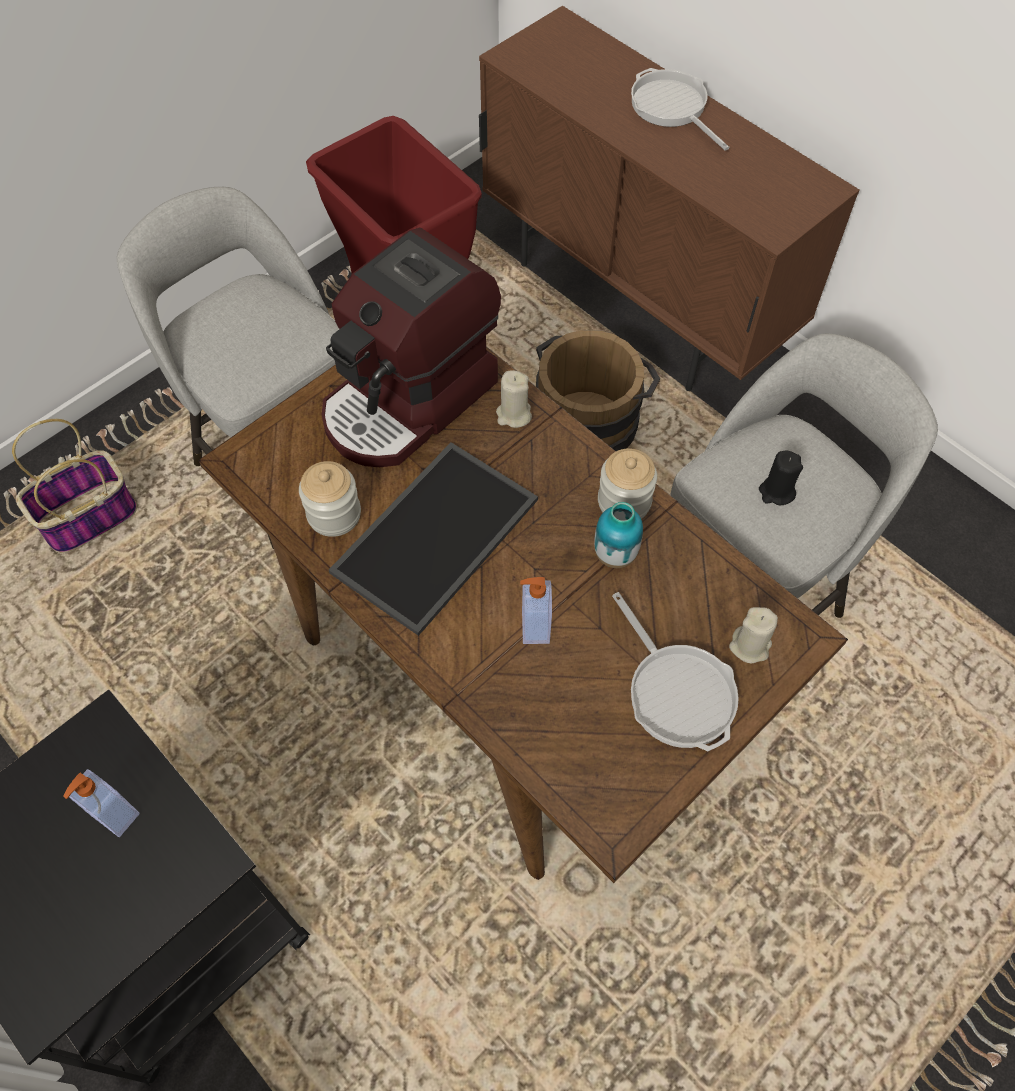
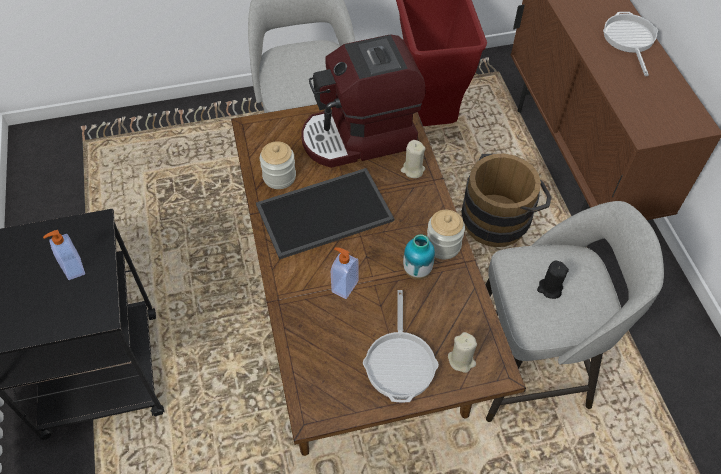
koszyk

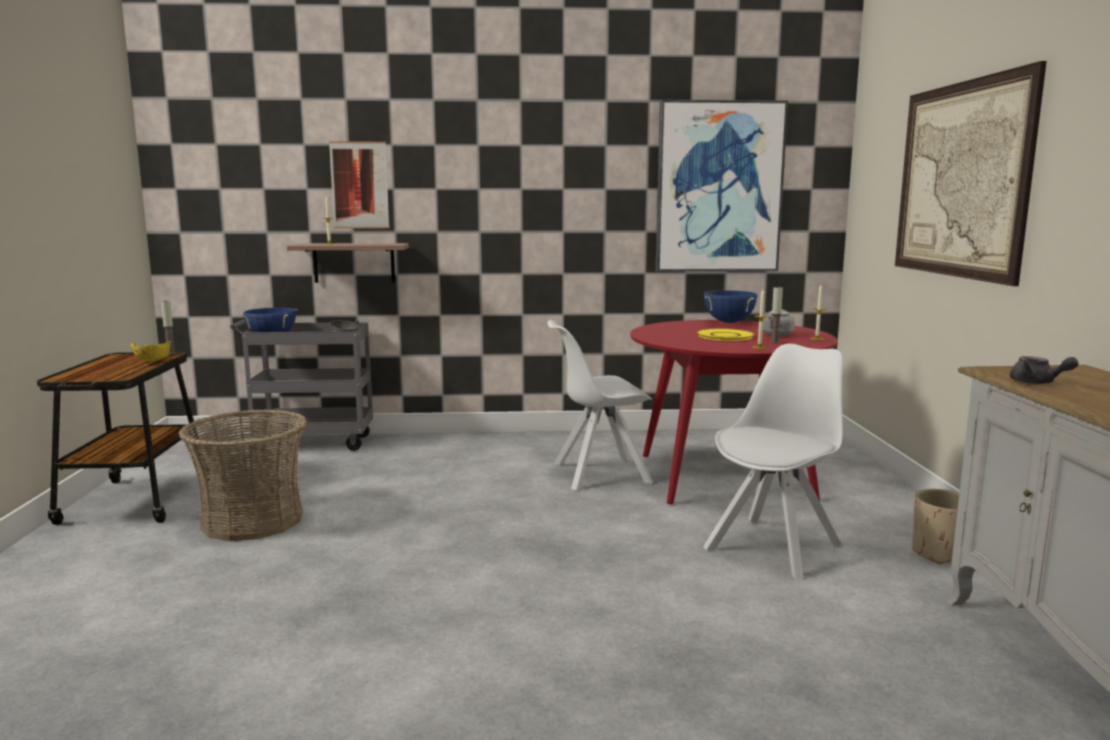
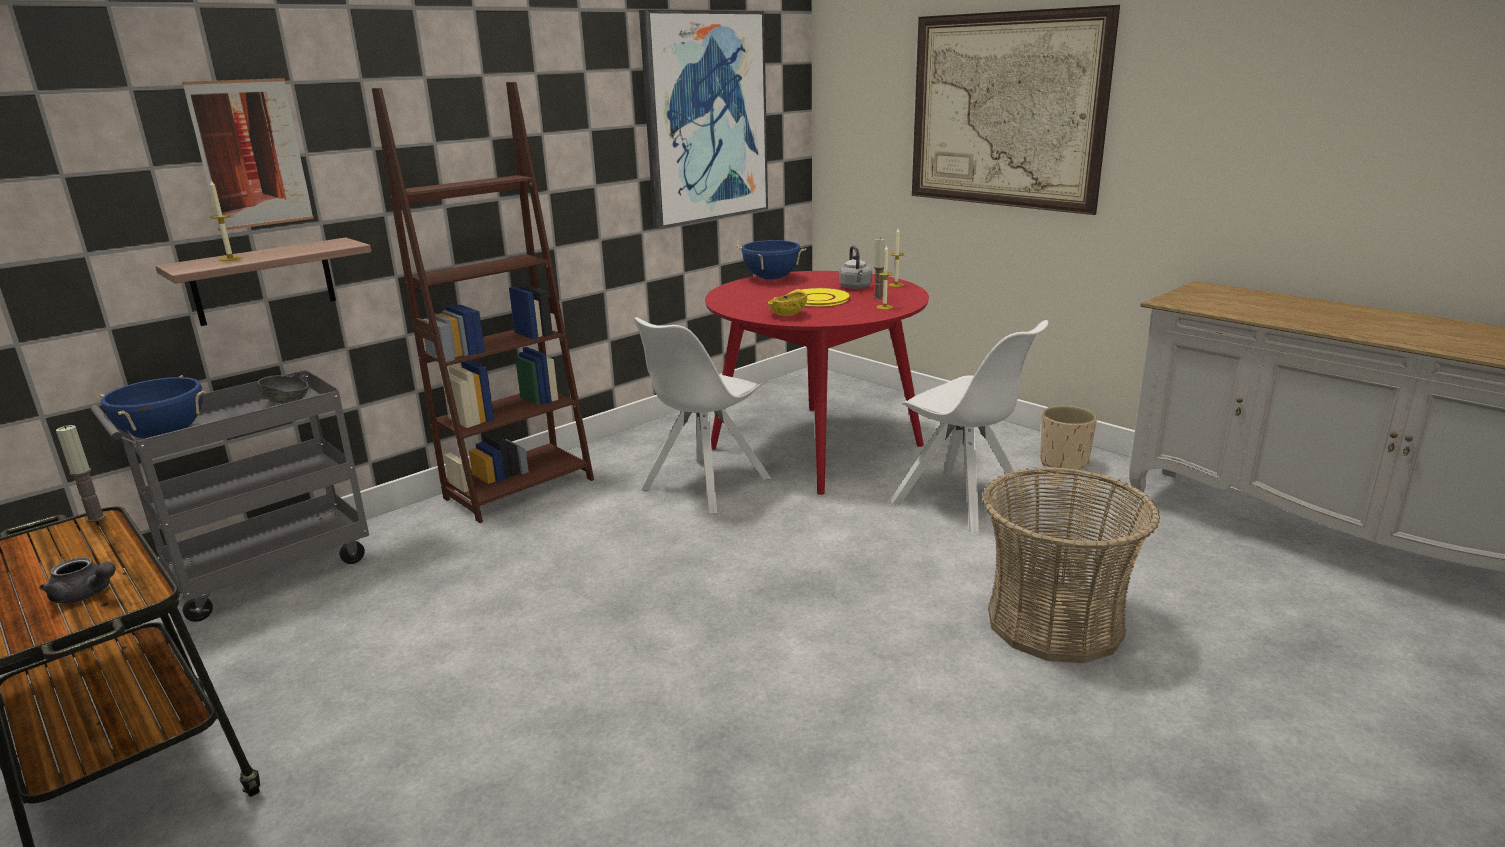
miska/żółty; koszyk; krzesło/biały (2nd from left); imbryk/szary; regał/brązowy

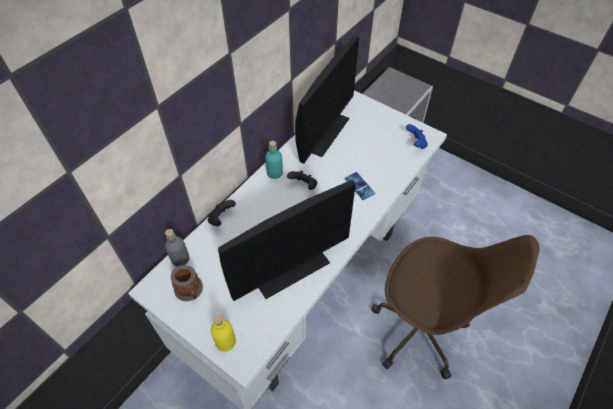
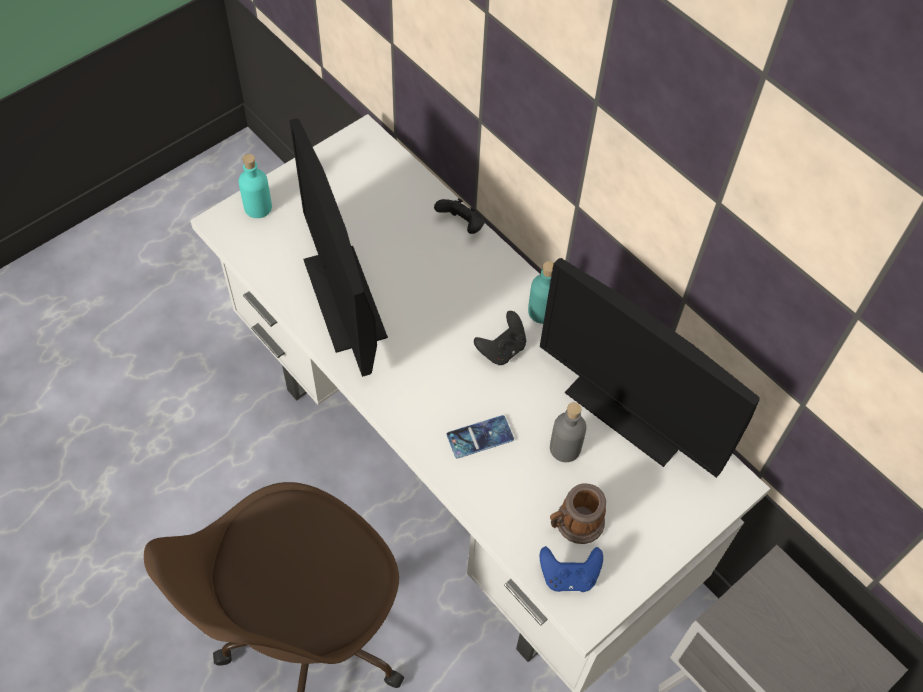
butelka/szary; kubek; butelka/turkusowy (1st from left)

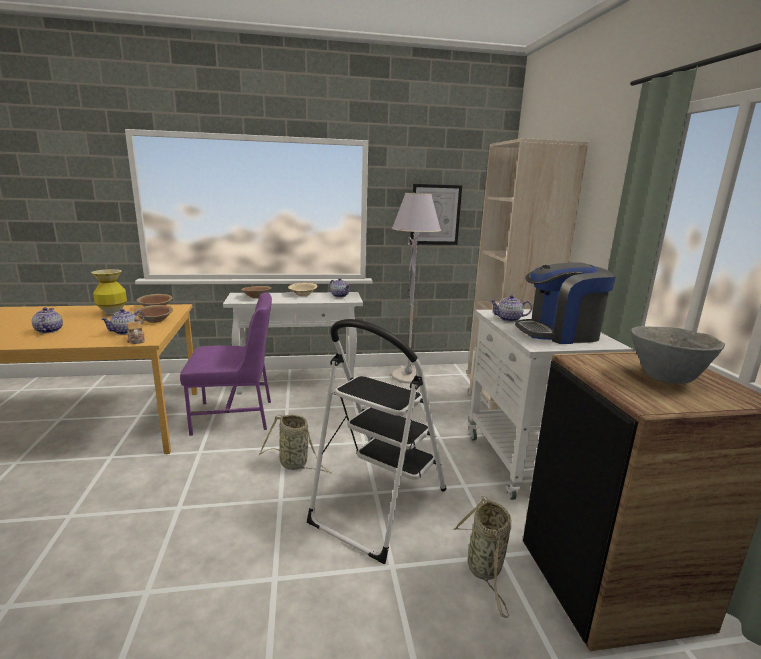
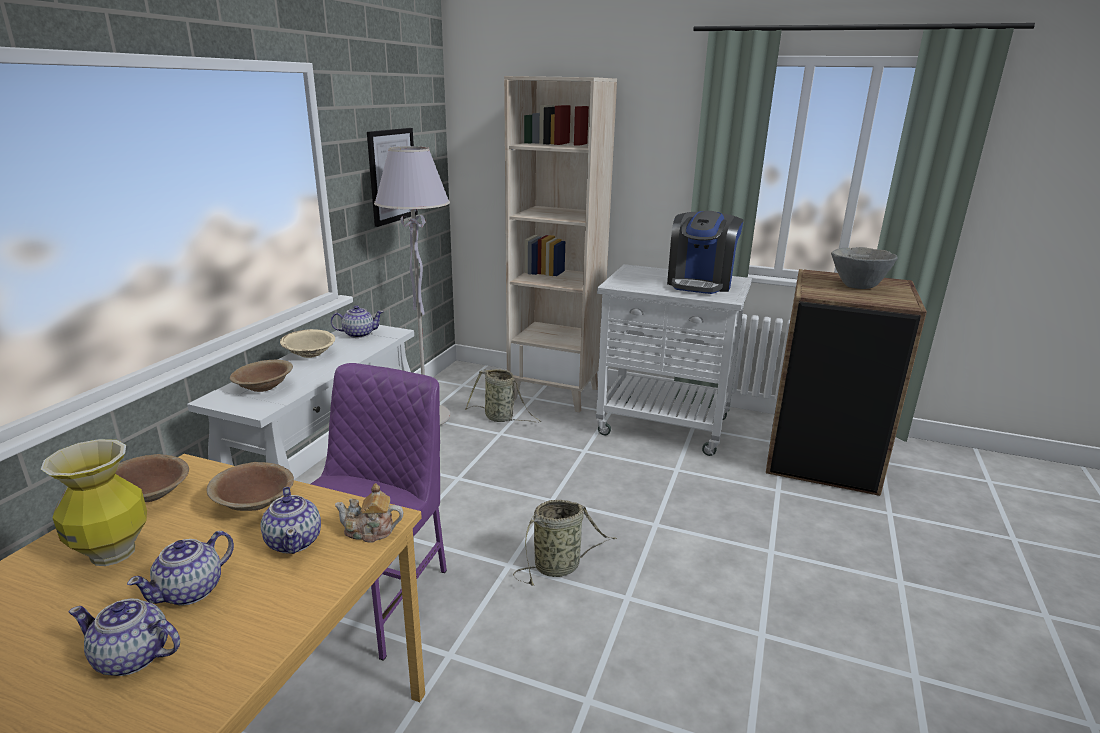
drabinka; koszyk (1st from left); imbryk (2nd from left)

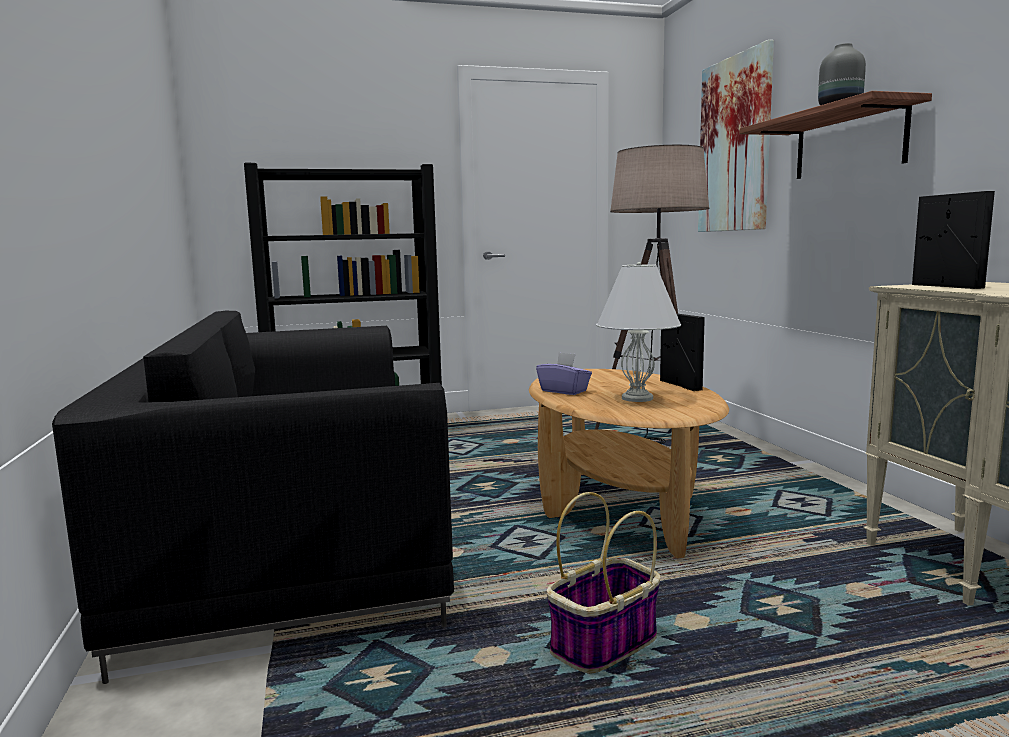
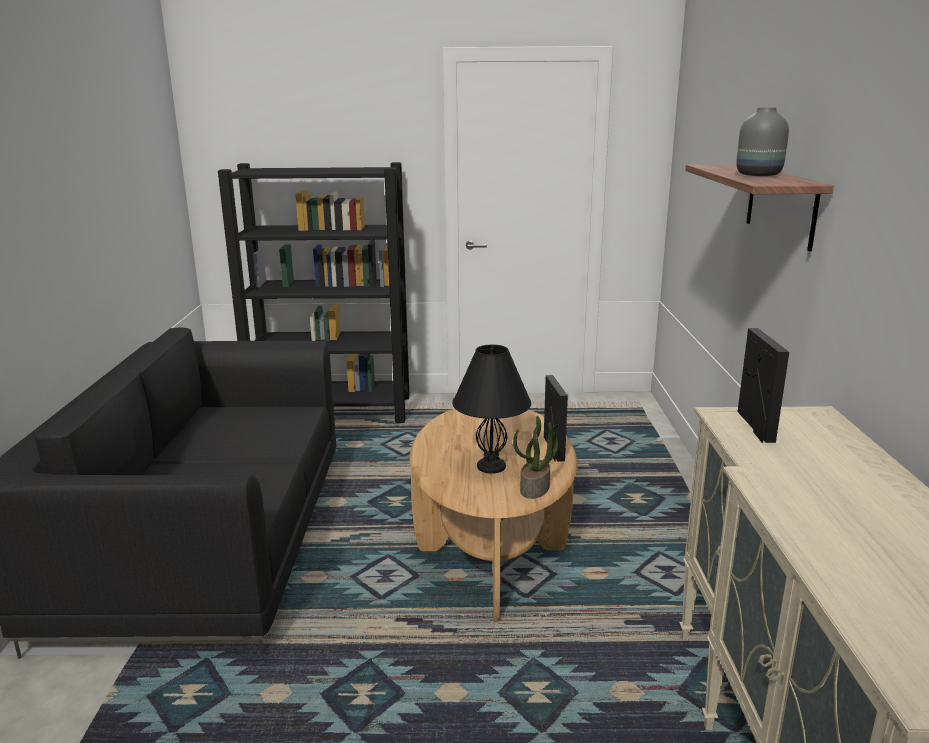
pudełko chusteczek/fioletowy; koszyk; lampa stojąca; lampa stołowa/czarny; obraz; roślina doniczkowa

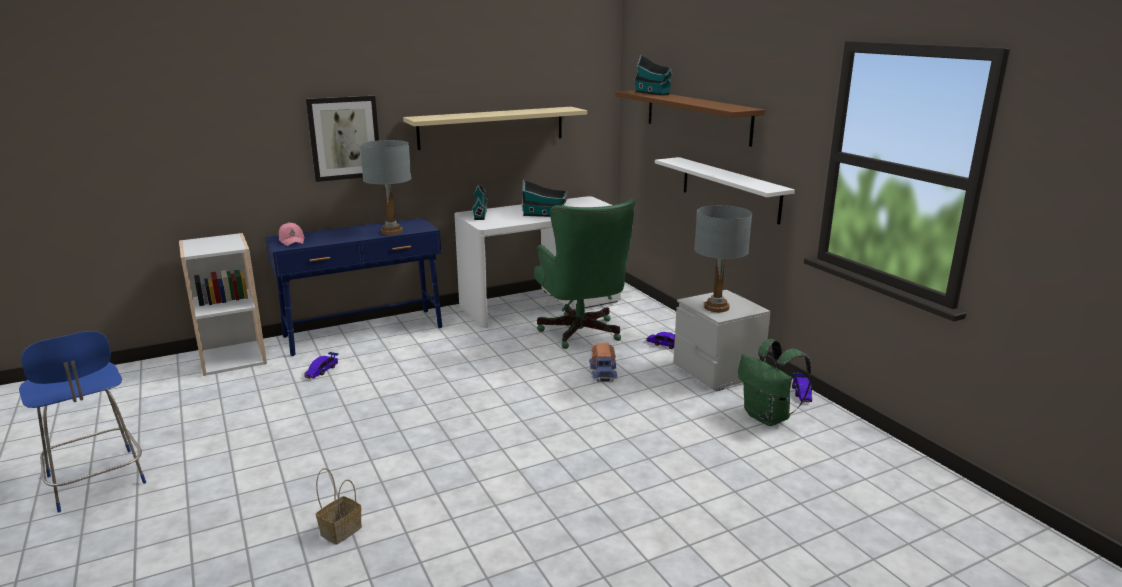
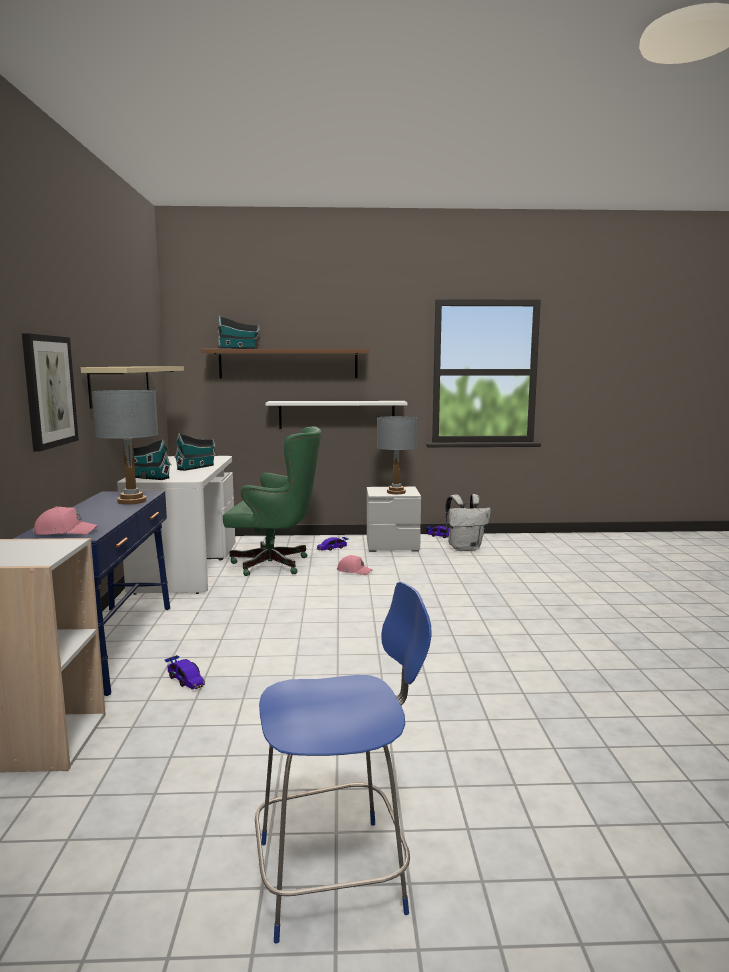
koszyk; czapka z daszkiem/różowy (2nd from left); plecak/biały

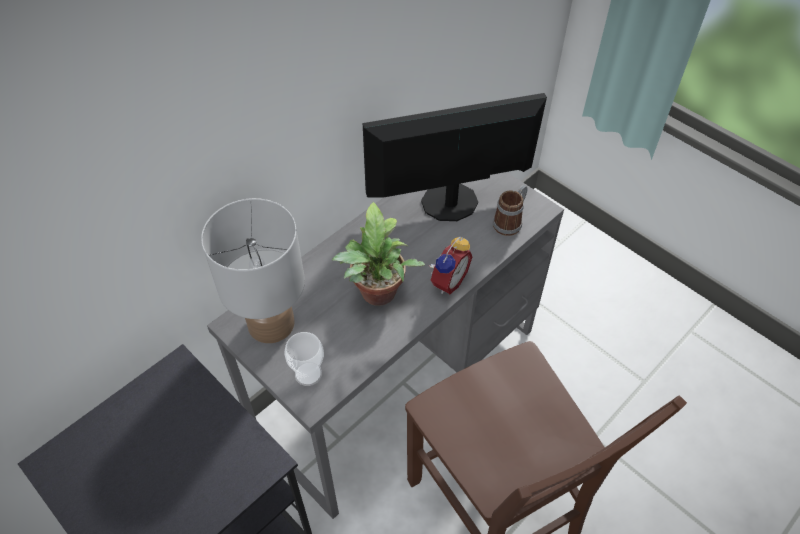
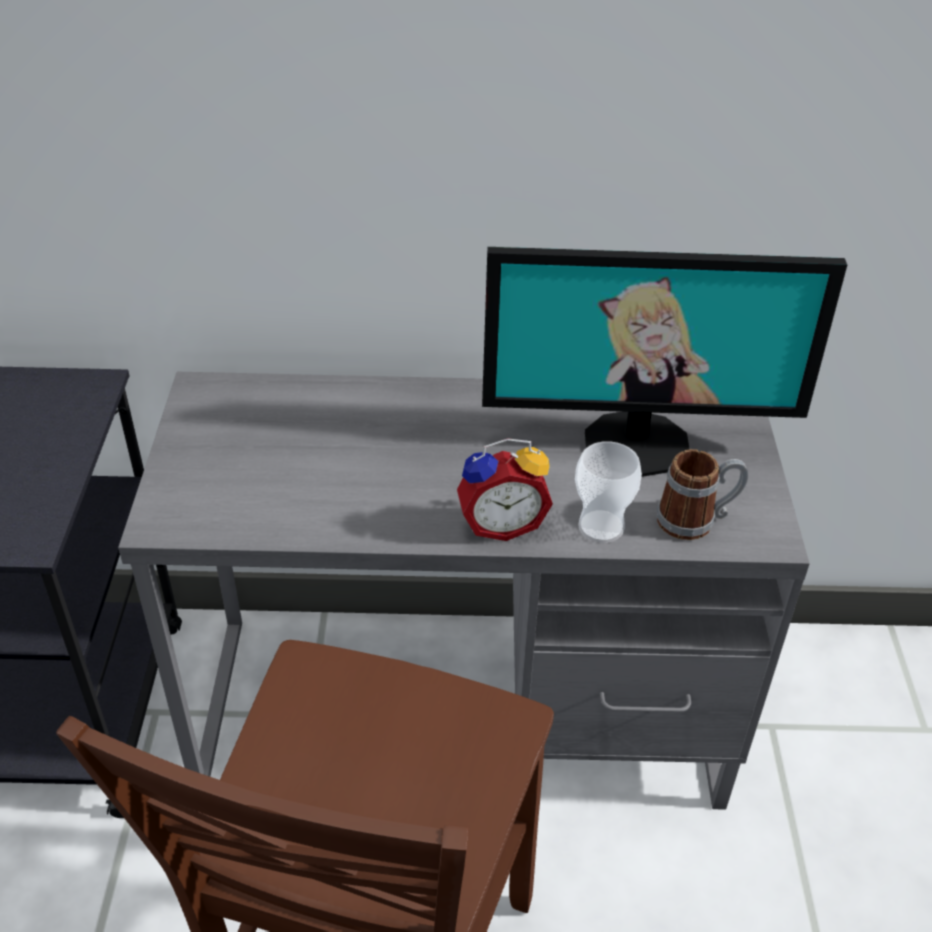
lampa stołowa/szary; filiżanka; roślina doniczkowa; monitor

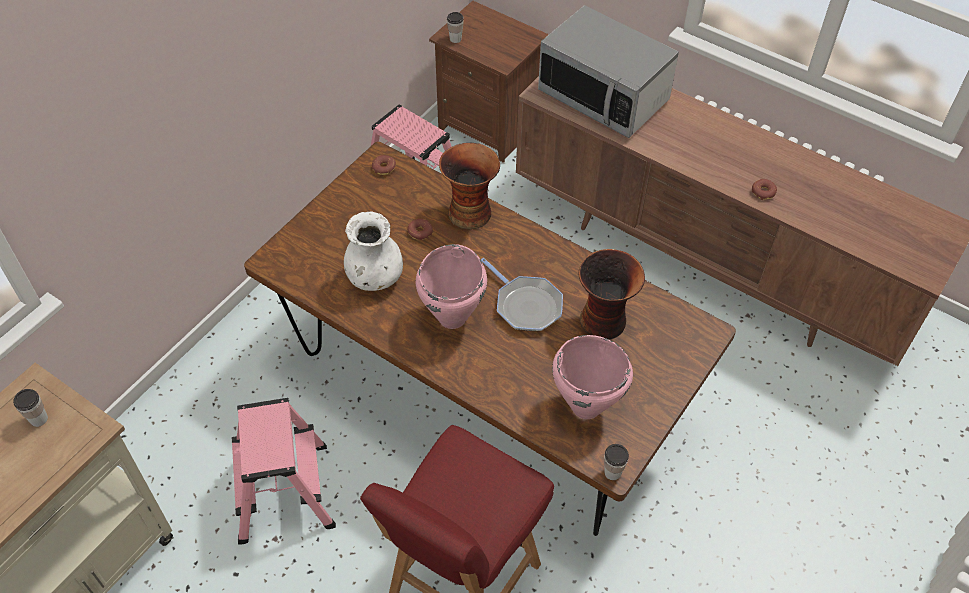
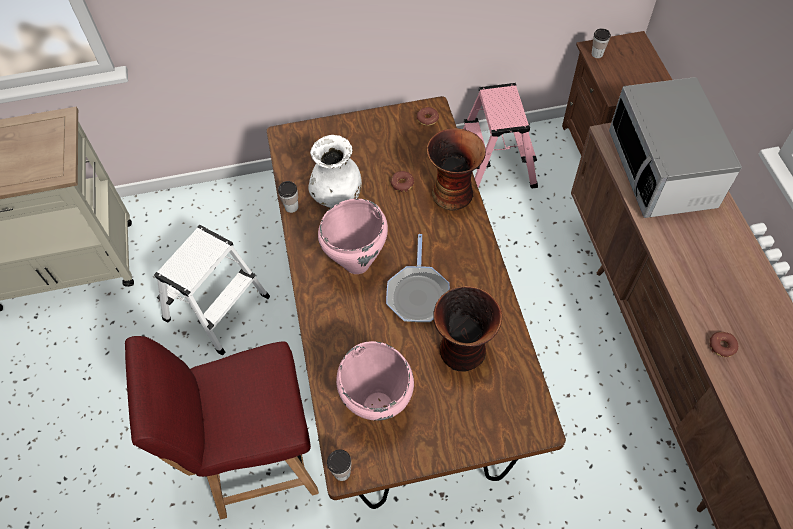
filiżanka (1st from left); drabinka/biały

